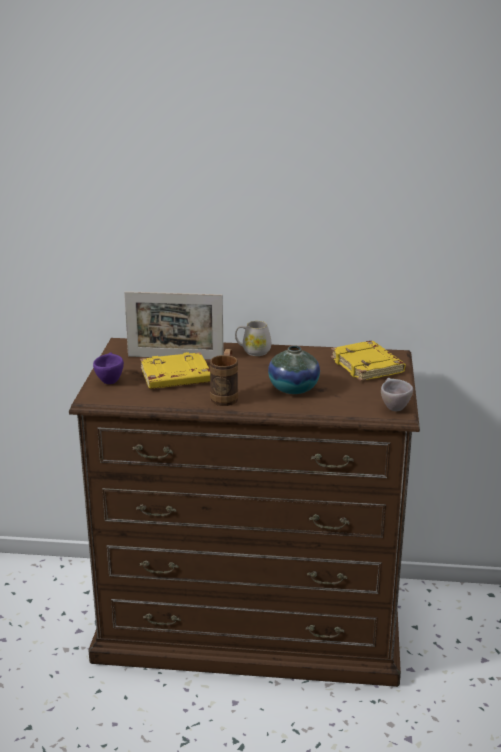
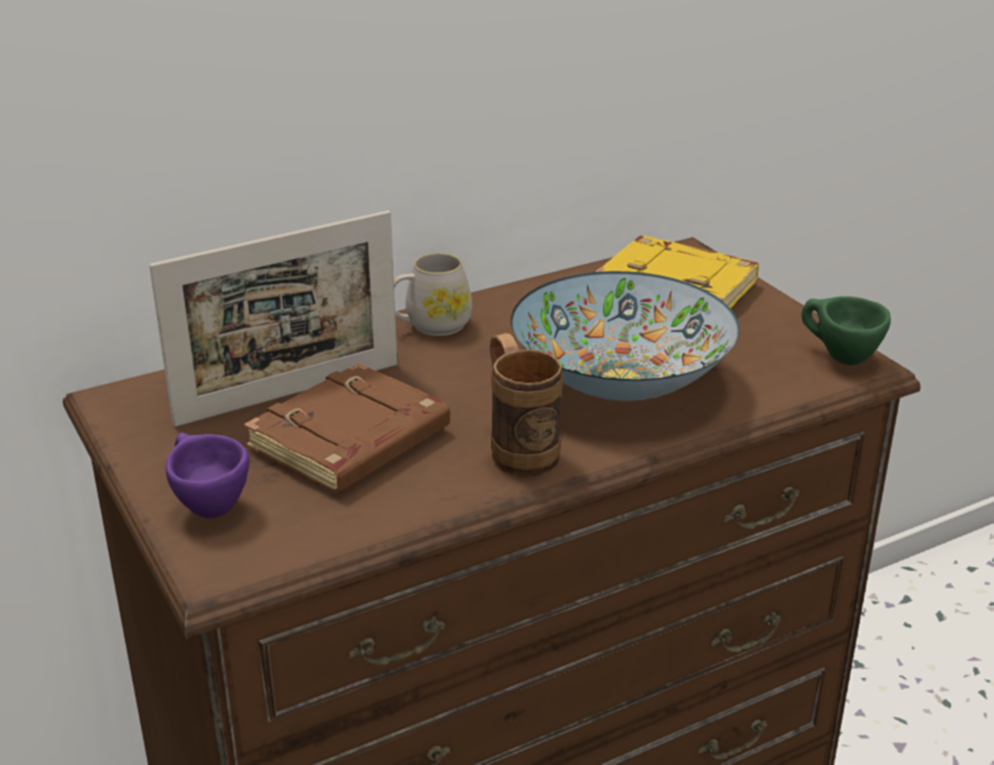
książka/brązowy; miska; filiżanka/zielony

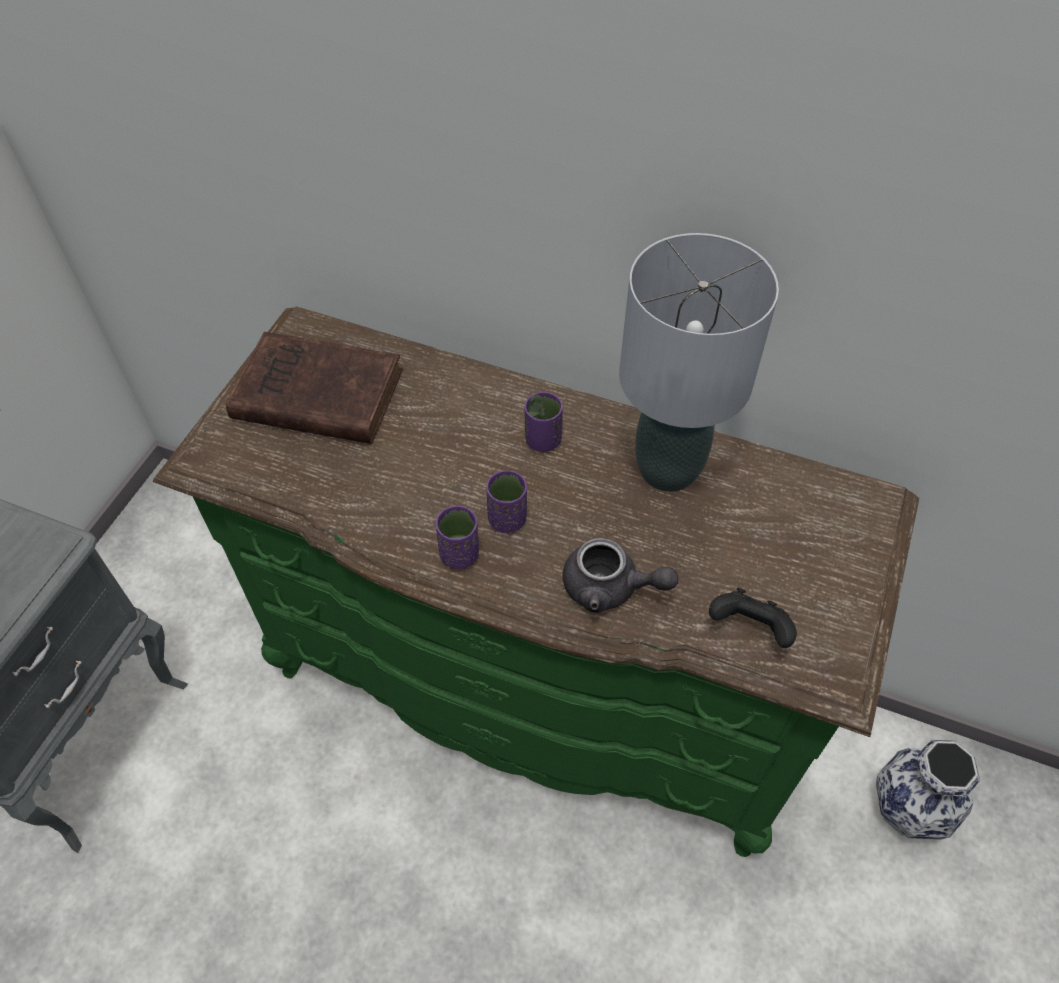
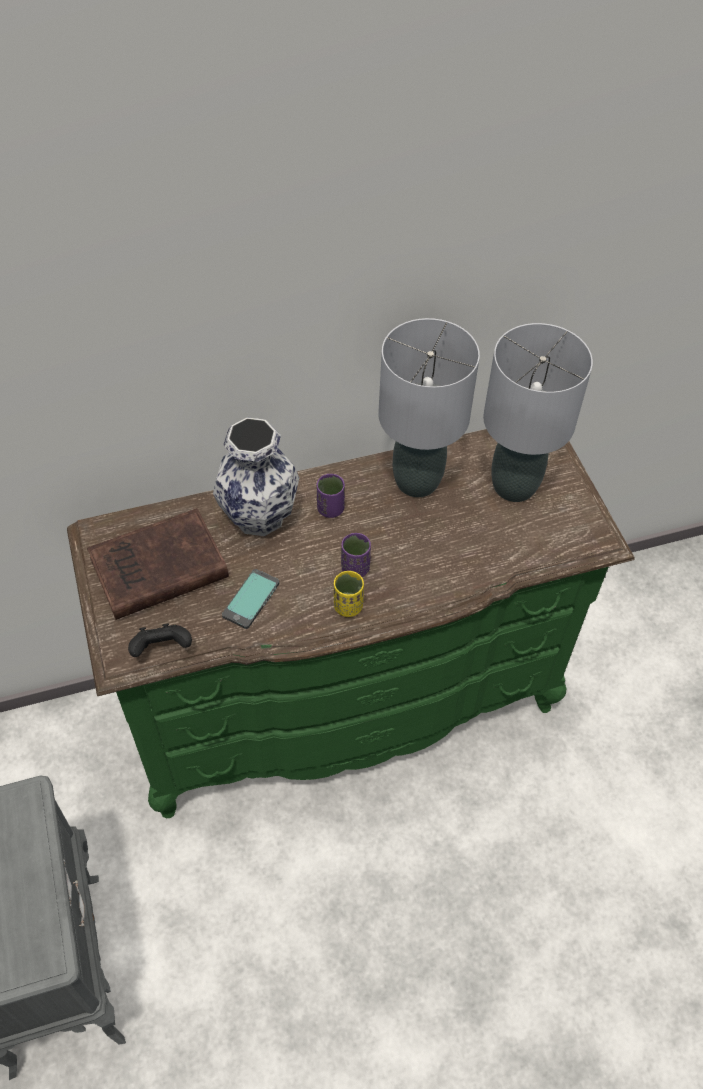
filiżanka/żółty; imbryk/szary; pad do gier/czarny; wazon; telefon; lampa stołowa/szary (2nd from left)

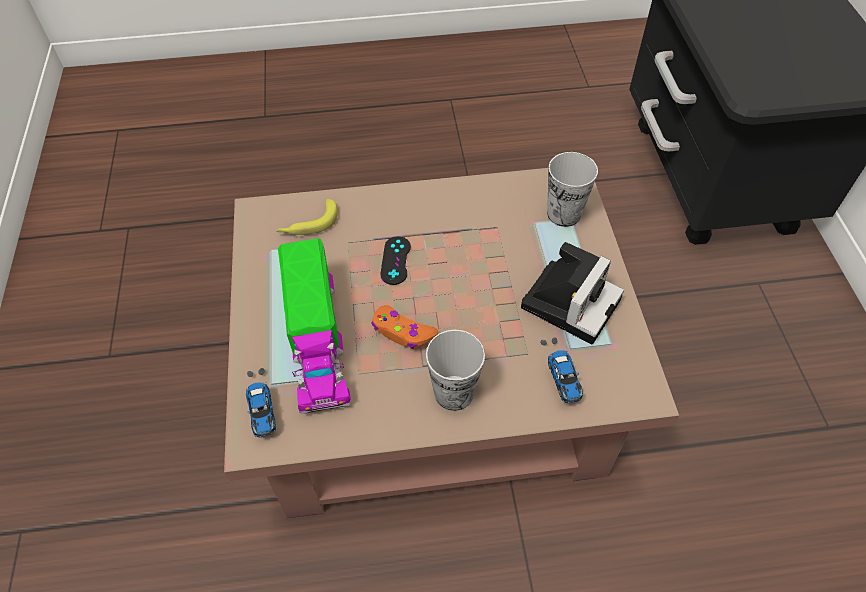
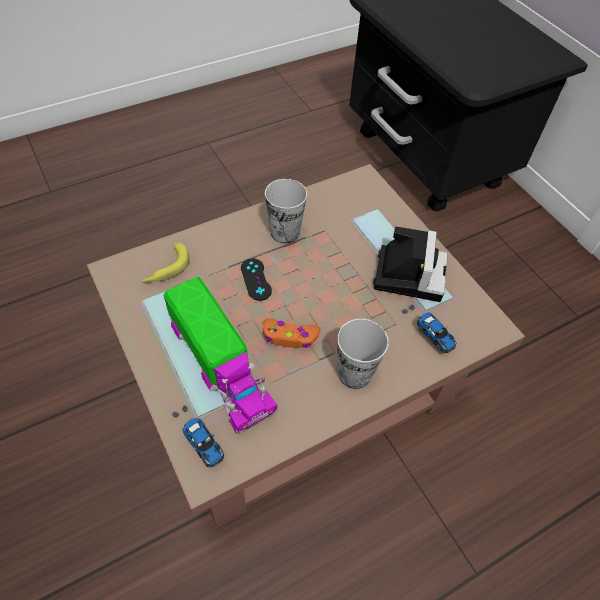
filiżanka (1st from left)

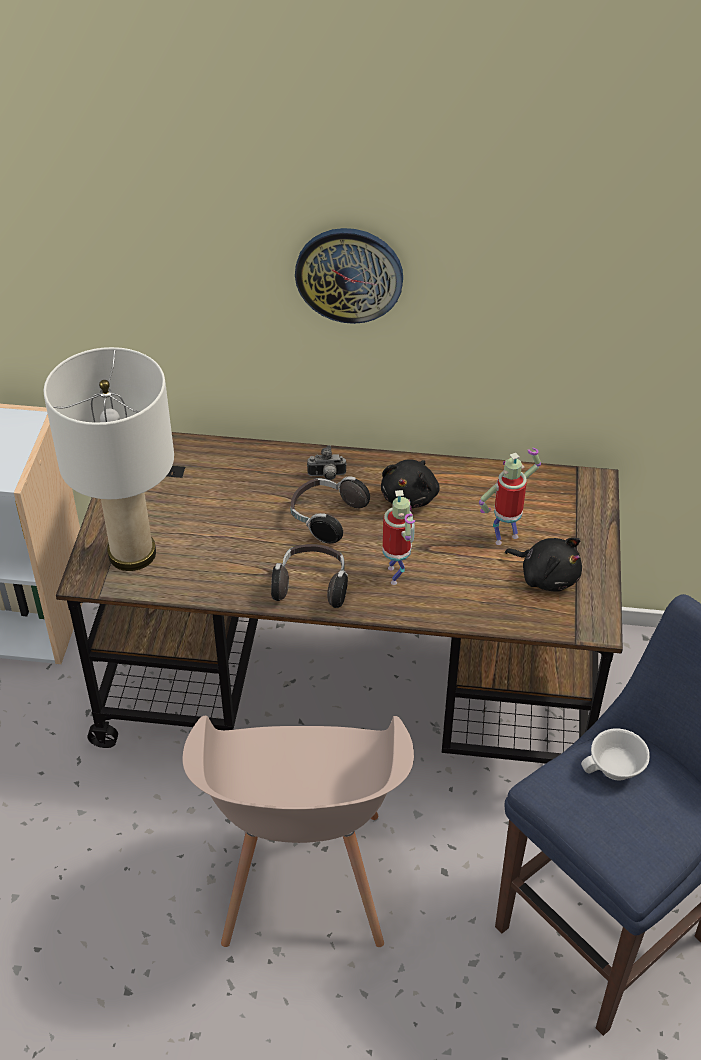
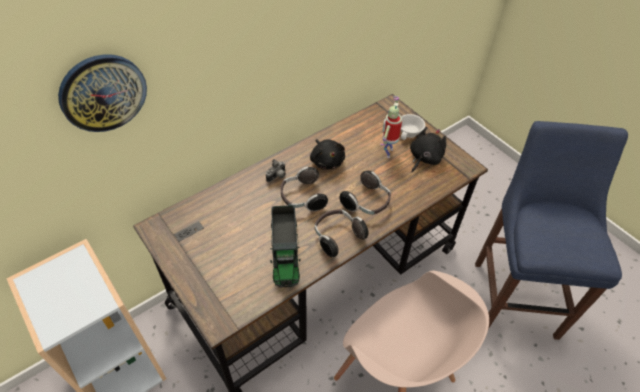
lampa stołowa/biały; zegar ścienny; słuchawki (3rd from left); pluszak/czarny (2nd from left); filiżanka/biały; ciężarówka zabawkowa

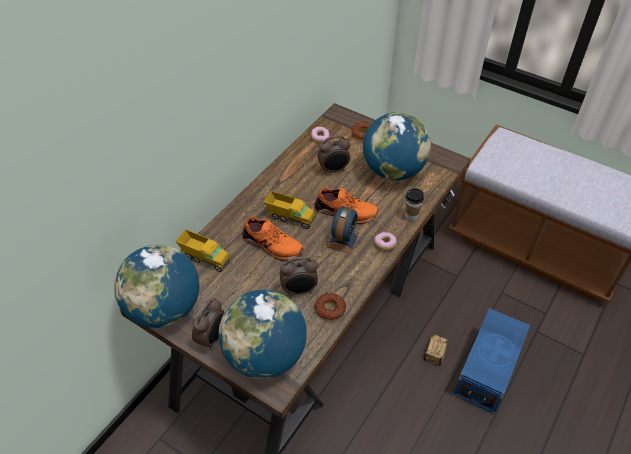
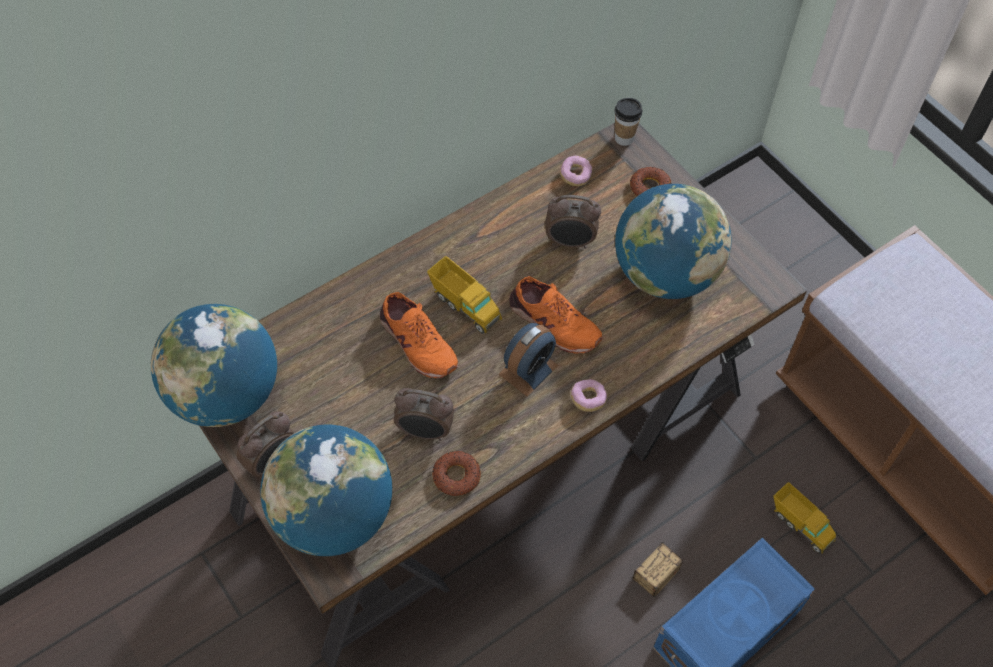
ciężarówka zabawkowa (2nd from left); filiżanka

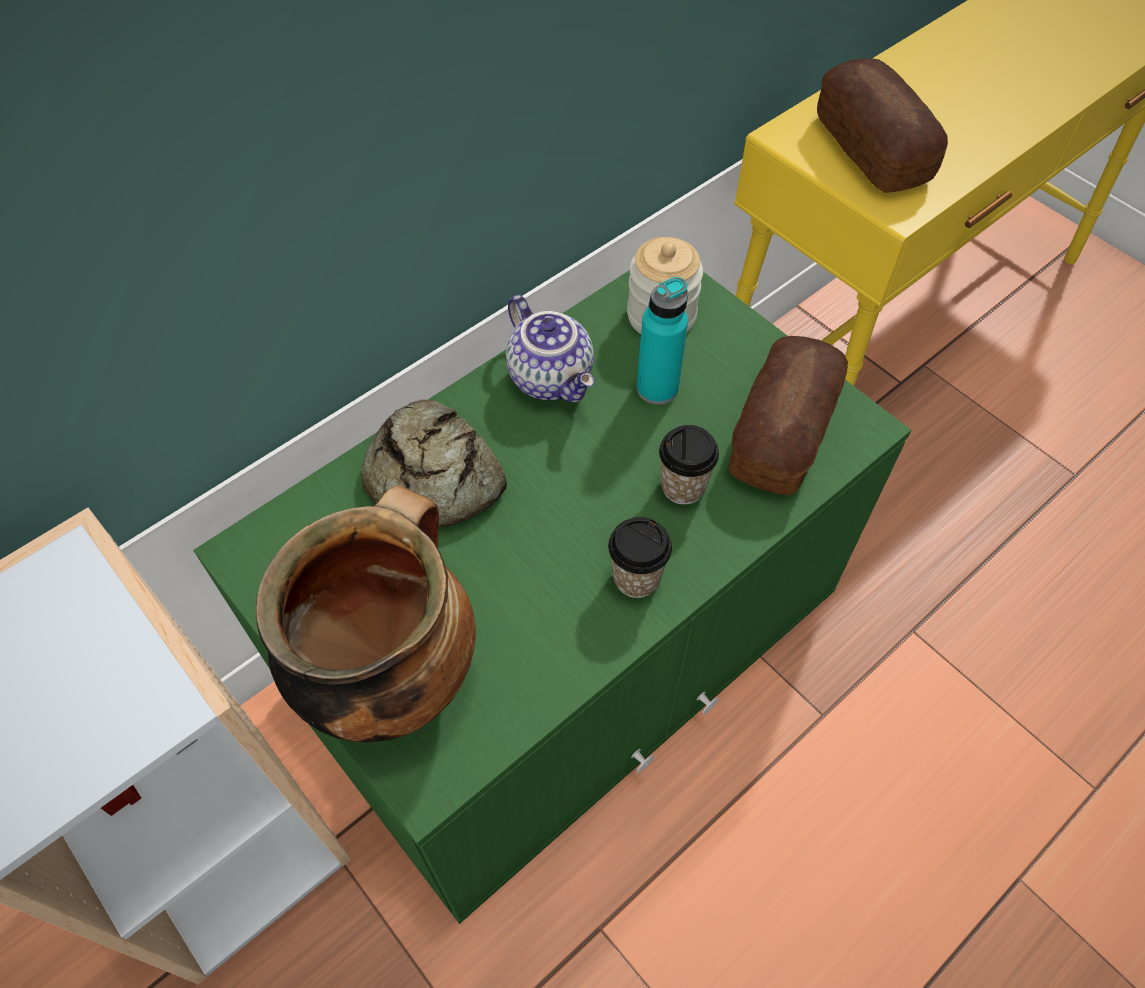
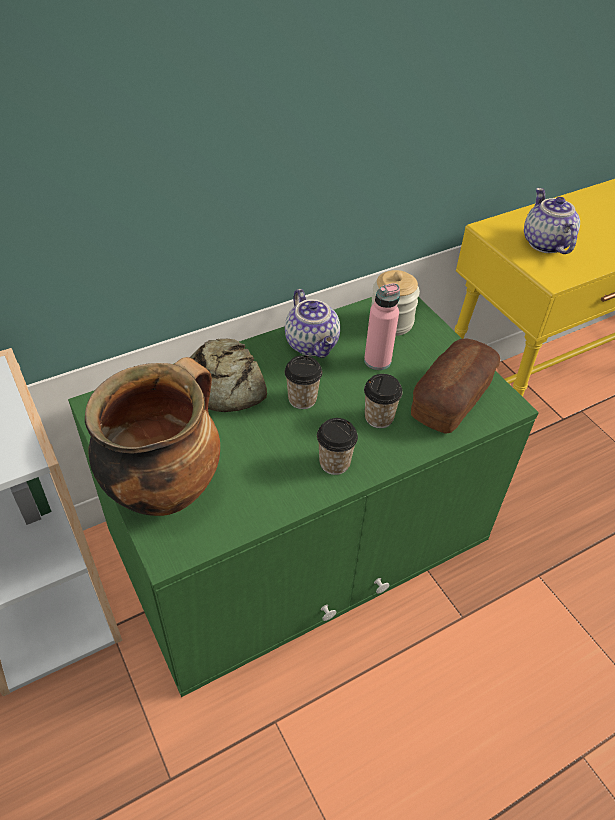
butelka/różowy; imbryk (2nd from left); filiżanka (1st from left)

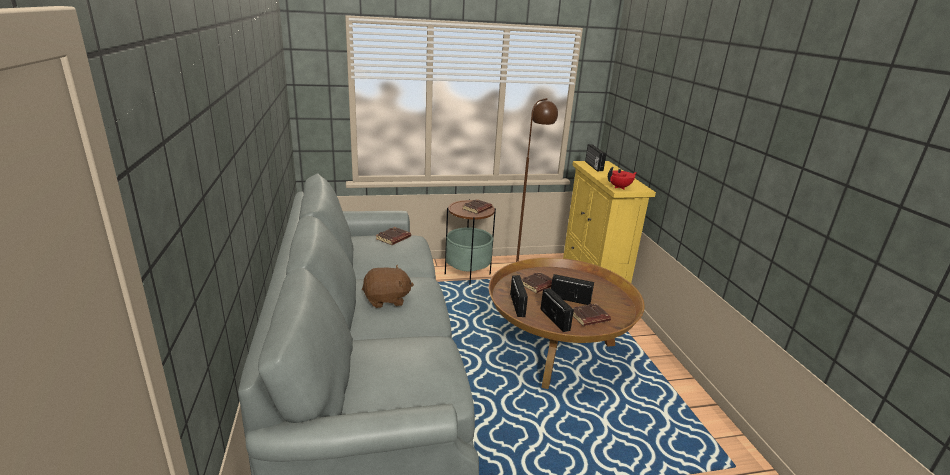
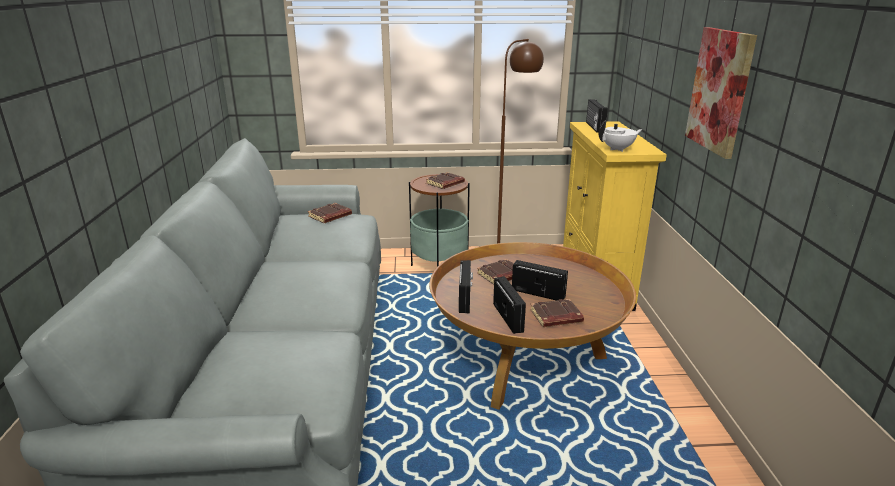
pluszak/brązowy; imbryk/biały; obraz

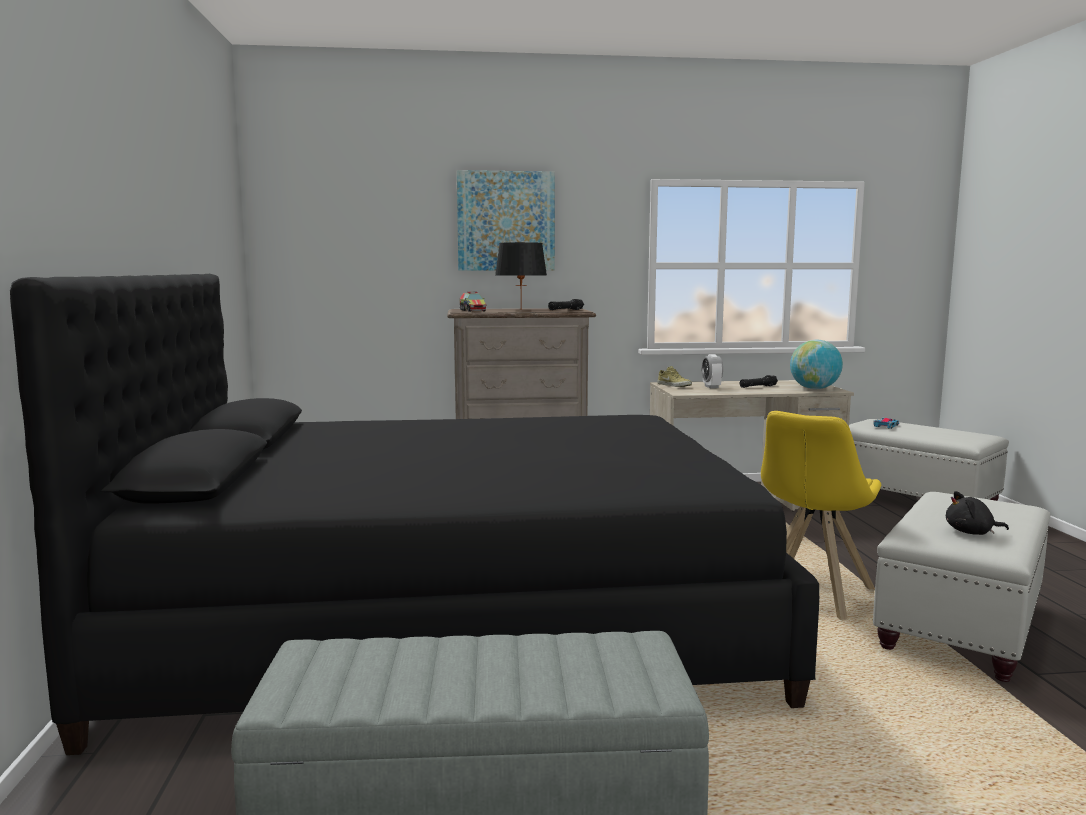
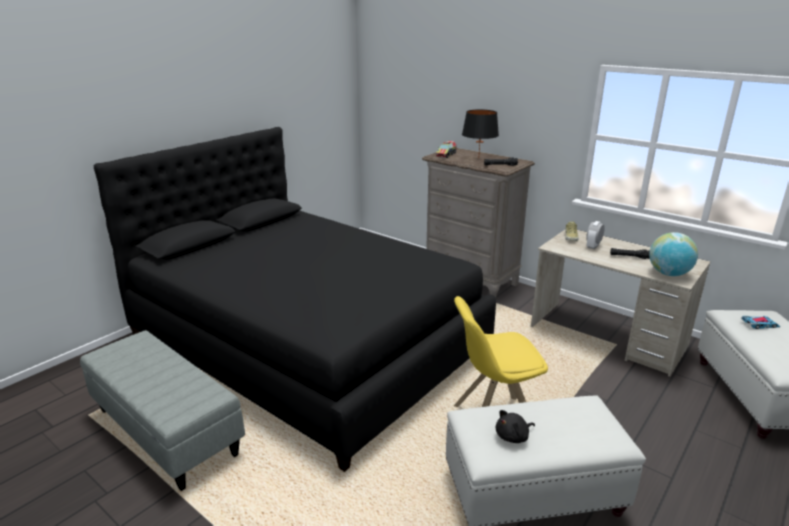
obraz; pluszak/czarny

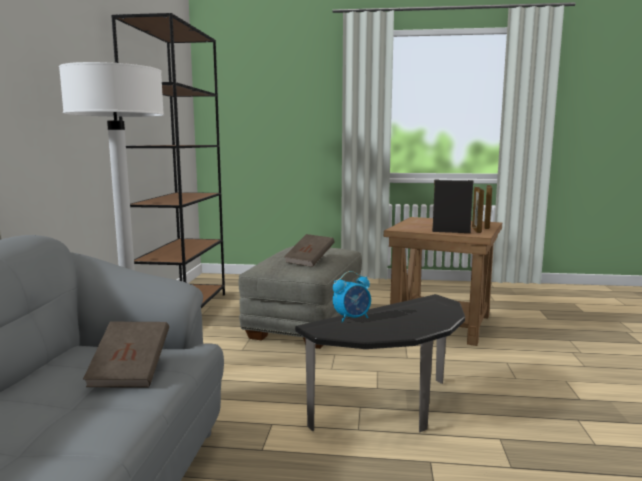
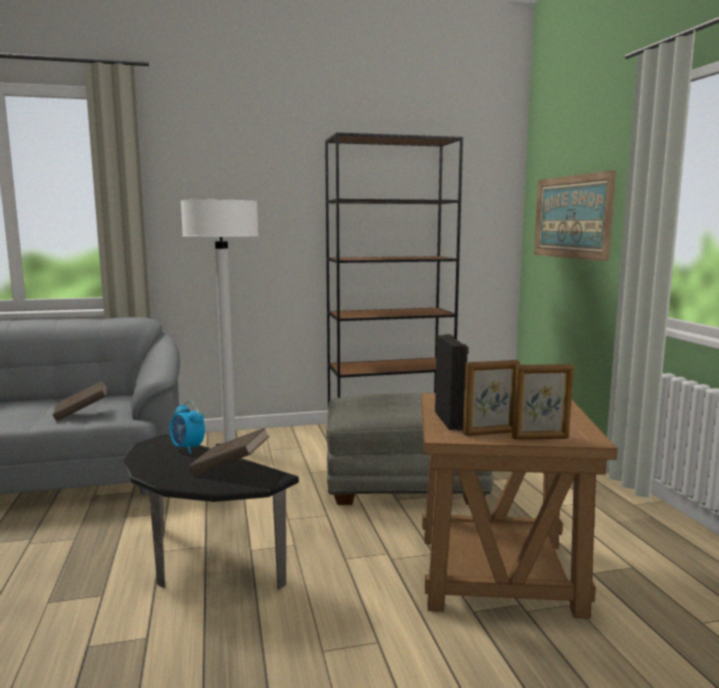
książka/brązowy (2nd from left); obraz

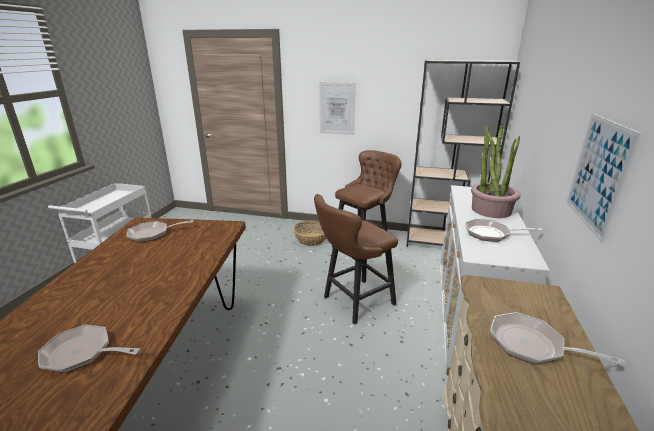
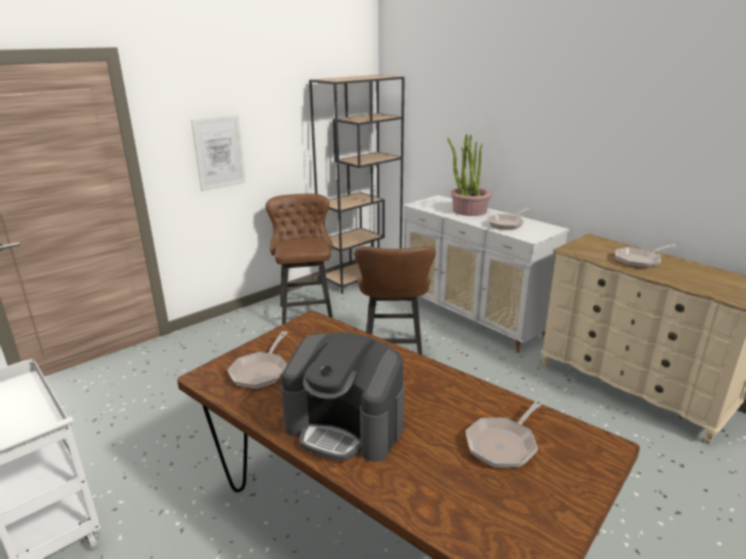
koszyk; obraz (2nd from left in the first image); ekspres do kawy

